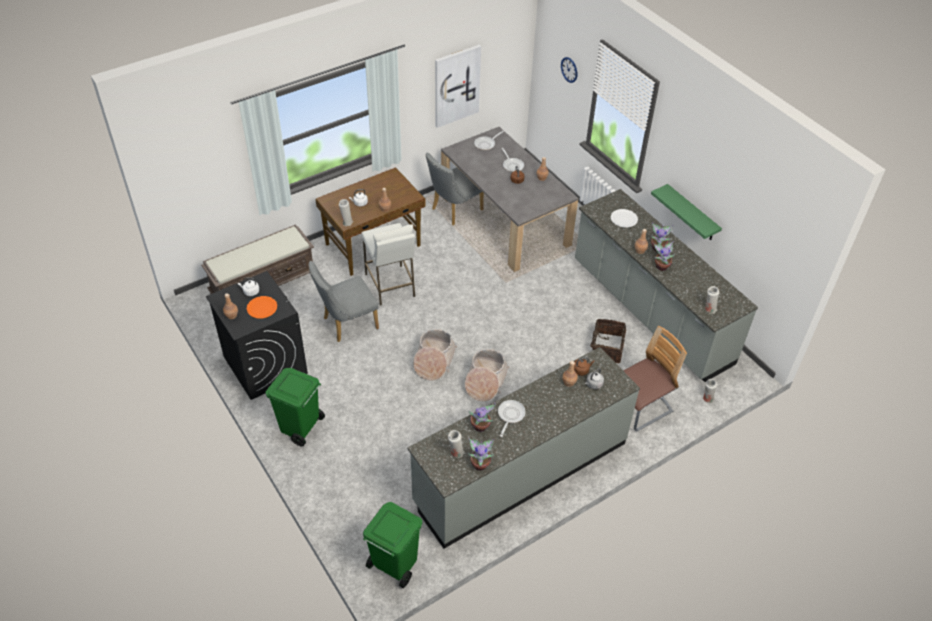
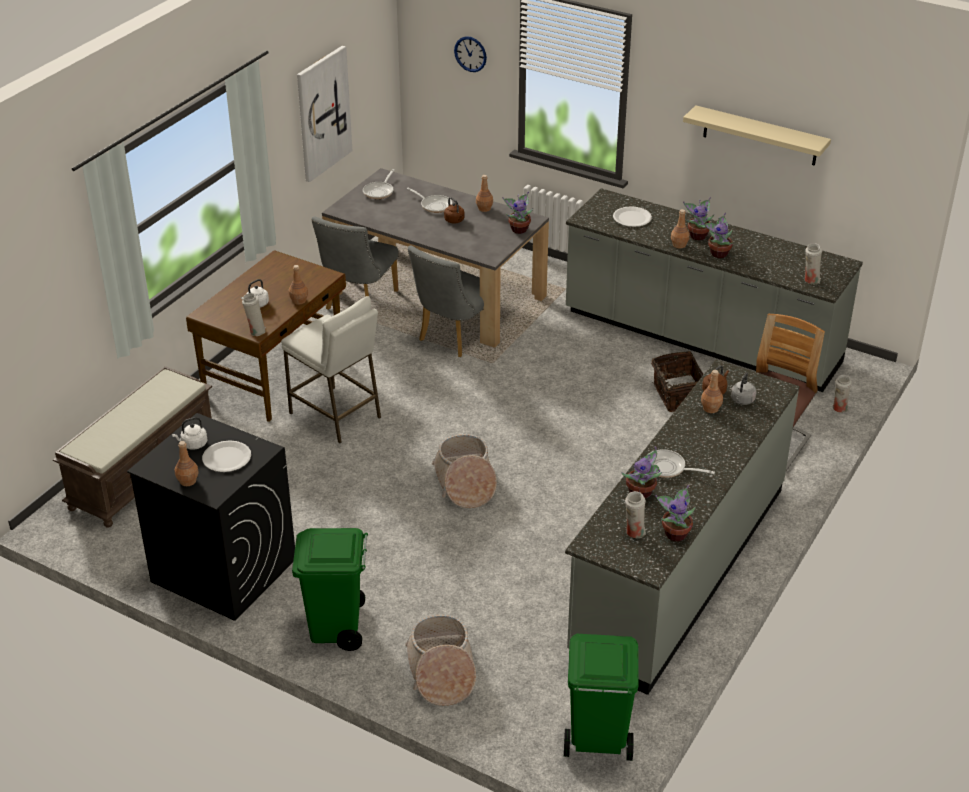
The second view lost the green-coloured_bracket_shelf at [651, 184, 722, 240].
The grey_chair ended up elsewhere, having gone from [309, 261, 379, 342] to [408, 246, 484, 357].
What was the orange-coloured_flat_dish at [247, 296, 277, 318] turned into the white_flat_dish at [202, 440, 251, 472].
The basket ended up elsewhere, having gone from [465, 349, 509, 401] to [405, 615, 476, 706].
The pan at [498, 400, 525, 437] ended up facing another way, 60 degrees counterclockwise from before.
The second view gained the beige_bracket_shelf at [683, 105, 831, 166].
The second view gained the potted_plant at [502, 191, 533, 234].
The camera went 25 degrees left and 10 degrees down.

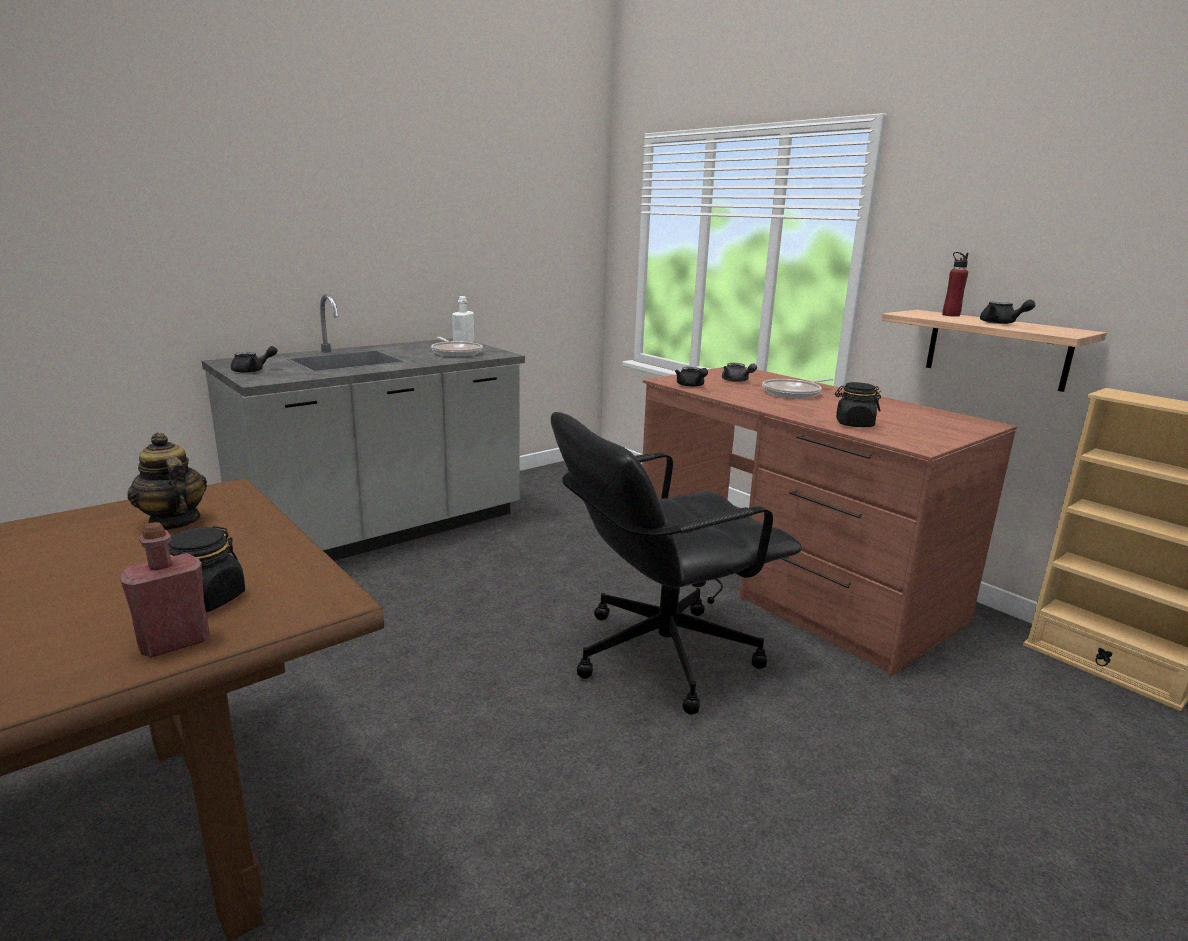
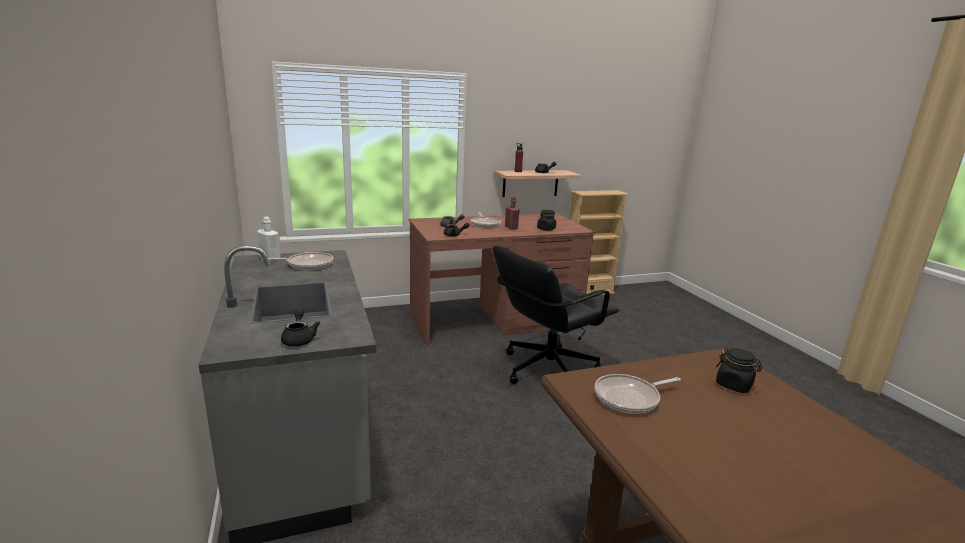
The black-coloured_desk_chair at [551, 412, 802, 715] ended up facing another way, 60 degrees clockwise from before.
Where the tea_pot stood at [127, 432, 207, 531], the pan came to stand at [594, 374, 681, 414].
The red-coloured_bottle ended up elsewhere, having gone from [119, 522, 210, 658] to [505, 197, 519, 230].
The camera went 70 degrees left and 0 degrees up.

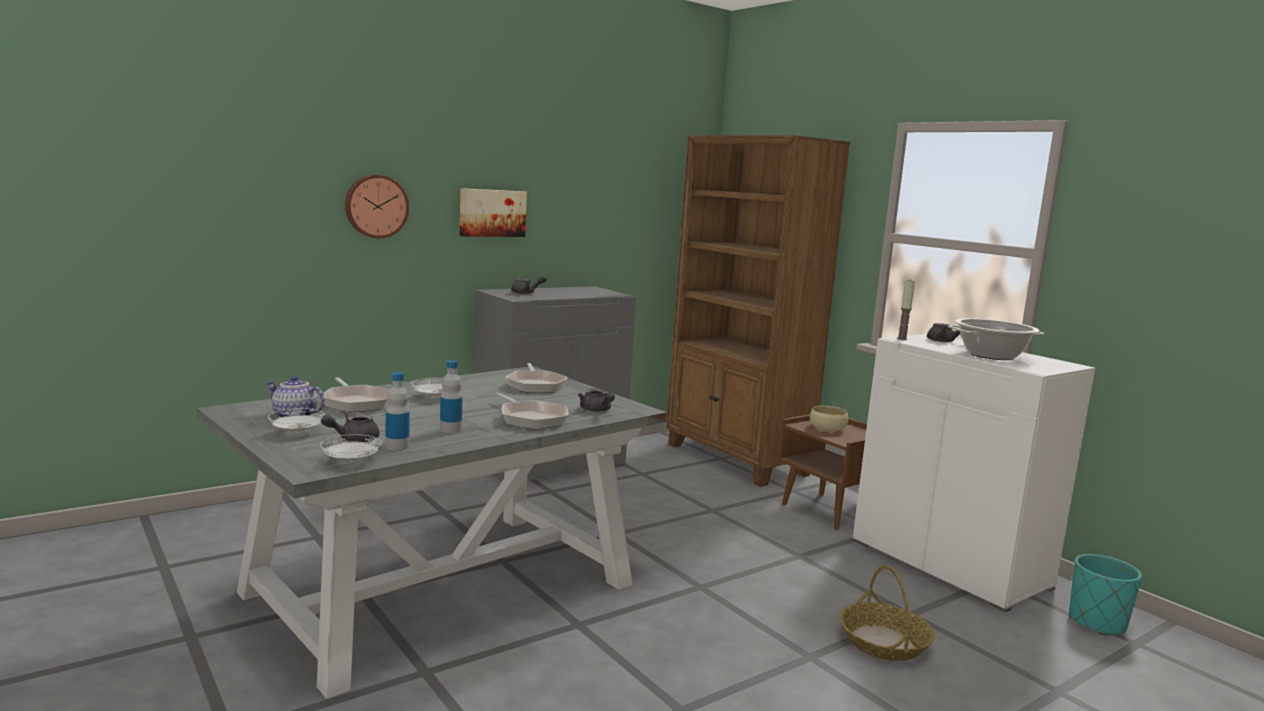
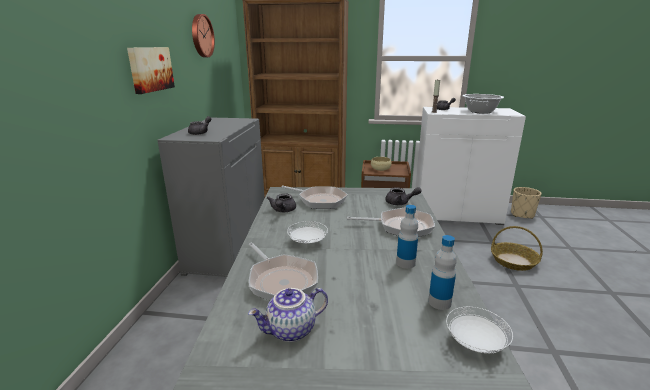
The hanging_clock ended up elsewhere, having gone from [345, 175, 409, 238] to [192, 14, 215, 57].
The pan at [323, 377, 390, 412] ended up facing another way, 45 degrees clockwise from before.
The second view lost the white_flat_dish at [268, 408, 325, 433].
The grey_tea_pot ended up elsewhere, having gone from [321, 411, 380, 443] to [267, 193, 296, 212].
What was the turquoise_flower_pot at [1069, 554, 1142, 635] turned into the beige_flower_pot at [511, 187, 541, 219].
The camera went 45 degrees left and 10 degrees up.

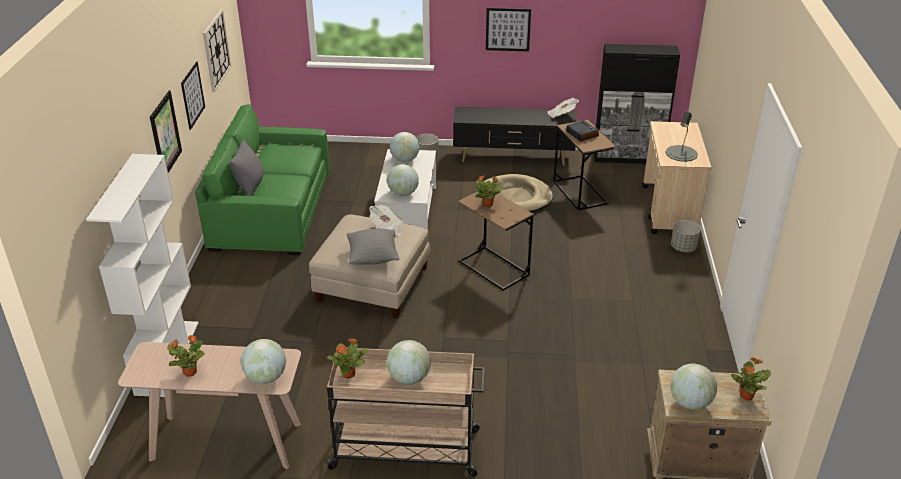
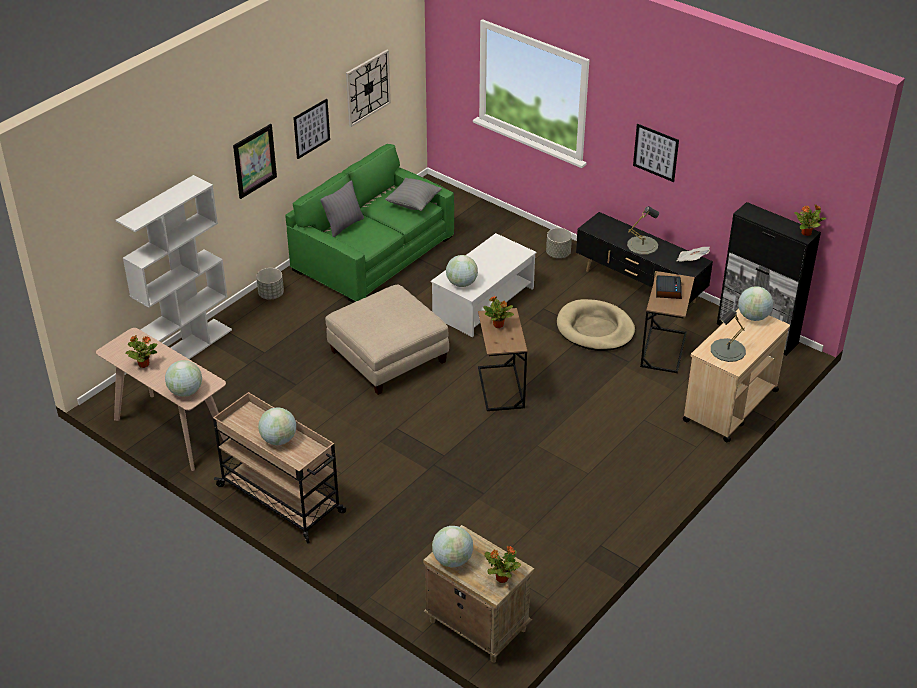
The globe ended up elsewhere, having gone from [390, 132, 420, 162] to [738, 286, 773, 321].
The second view lost the newspaper at [369, 205, 404, 235].
The grey_flower_pot ended up elsewhere, having gone from [671, 220, 701, 252] to [256, 268, 284, 299].
The grey_pillow ended up elsewhere, having gone from [347, 229, 400, 265] to [385, 178, 442, 211].
The potted_plant ended up elsewhere, having gone from [327, 338, 368, 379] to [794, 204, 826, 236].
The second view gained the grey_tabletop_lamp at [627, 206, 659, 255].
The camera went 35 degrees right and 5 degrees up.

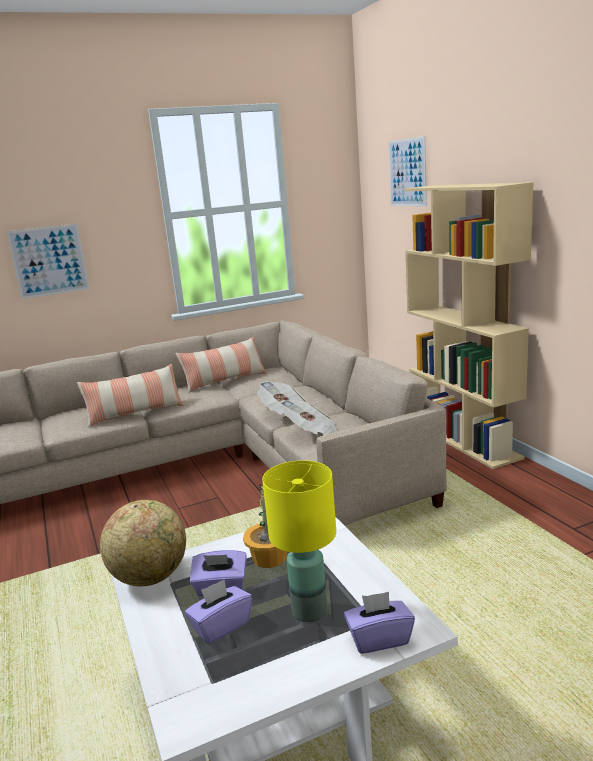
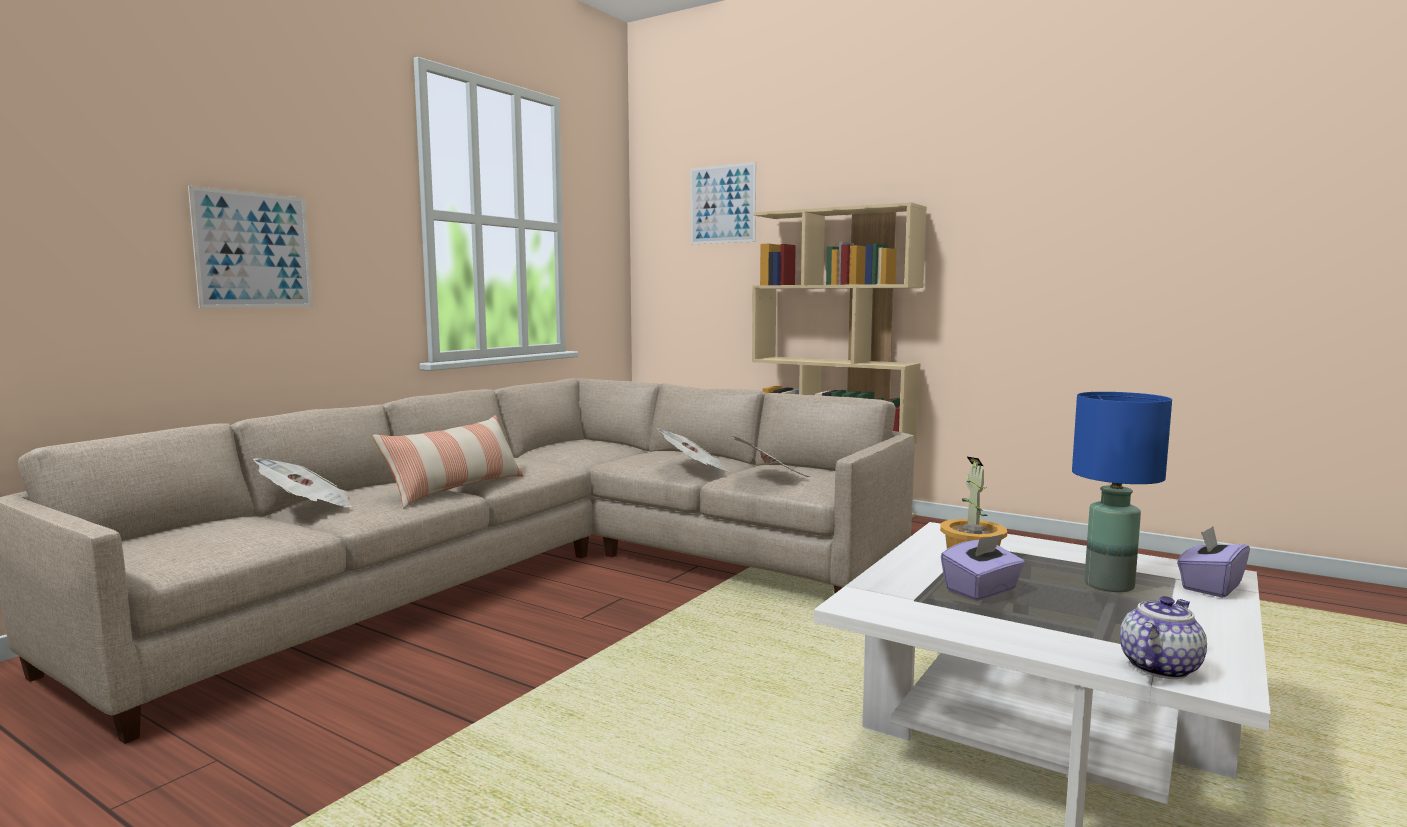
The second view lost the pillow at [175, 337, 267, 393].
What was the yellow-coloured_tabletop_lamp at [262, 460, 336, 622] turned into the blue-coloured_tabletop_lamp at [1072, 392, 1172, 592].
The second view lost the globe at [100, 500, 186, 586].
The second view lost the purple_box_of_tissues at [185, 580, 252, 644].
The second view gained the newspaper at [253, 458, 352, 507].
The second view gained the tea_pot at [1120, 596, 1207, 679].
The camera went 35 degrees left and 10 degrees down.

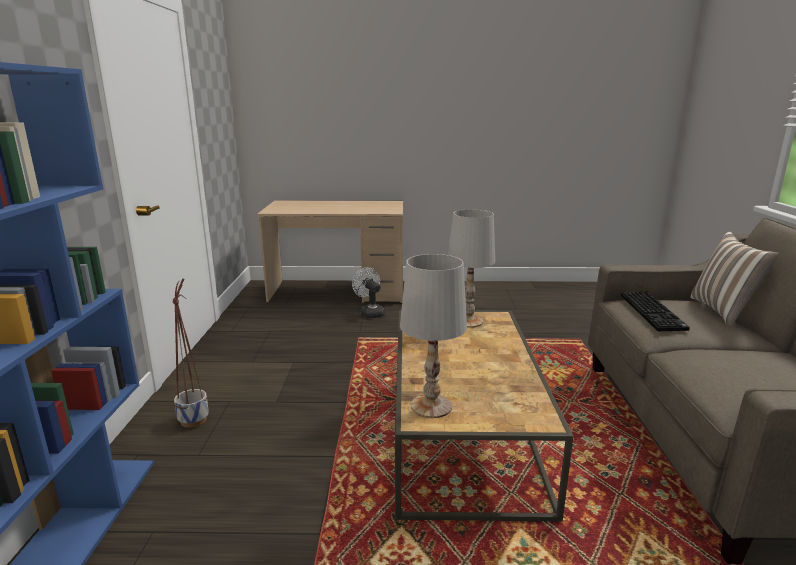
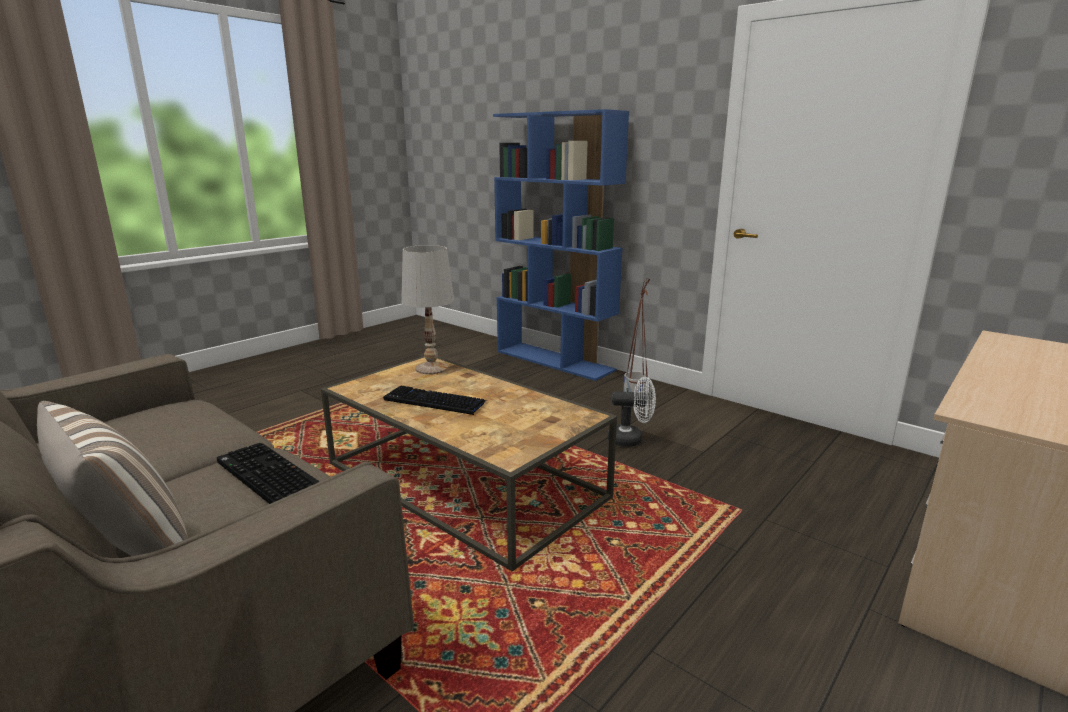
The second view lost the white_tabletop_lamp at [448, 210, 495, 328].
The white_fan ended up elsewhere, having gone from [352, 267, 385, 318] to [608, 377, 656, 447].
The second view gained the keyboard at [383, 385, 487, 415].
The camera went 130 degrees right and 0 degrees up.

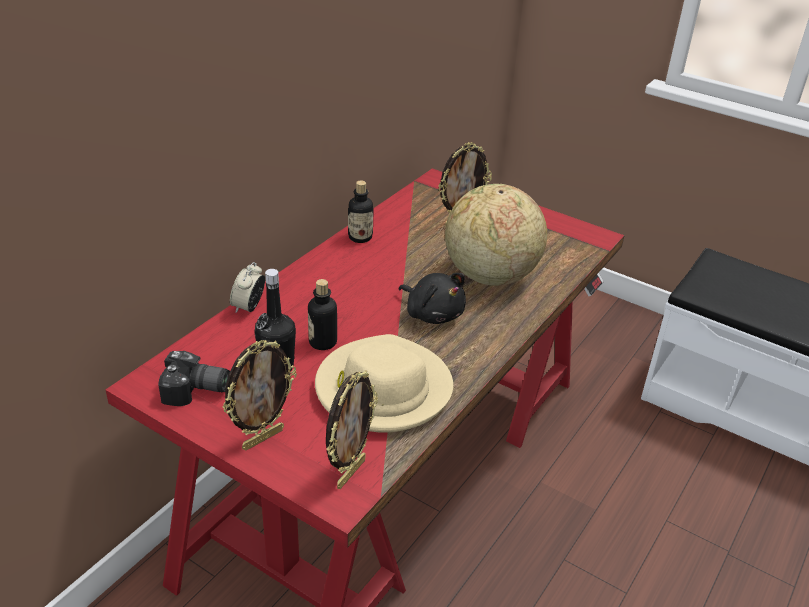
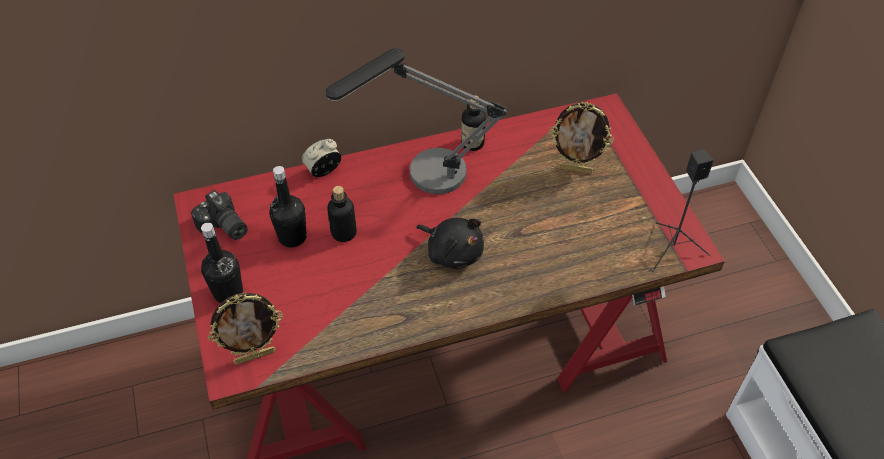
The second view lost the globe at [445, 184, 547, 286].
The black-coloured_cuddly_toy at [399, 273, 466, 324] ended up facing another way, 45 degrees counterclockwise from before.
The second view lost the beige_clothing_hat at [315, 334, 453, 433].
Where the photo_frame stood at [223, 340, 297, 450], the black-coloured_bottle came to stand at [201, 223, 243, 303].
The second view gained the tabletop_lamp at [325, 48, 507, 194].
The second view gained the black-coloured_audio_speaker at [652, 149, 714, 272].
The camera went 40 degrees right and 15 degrees up.

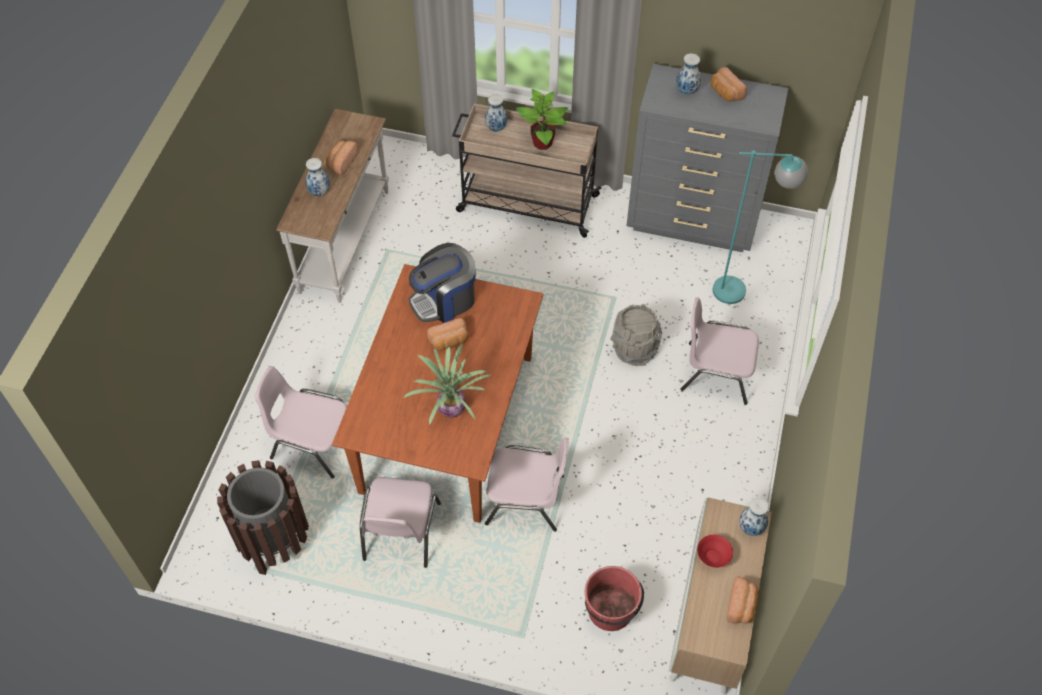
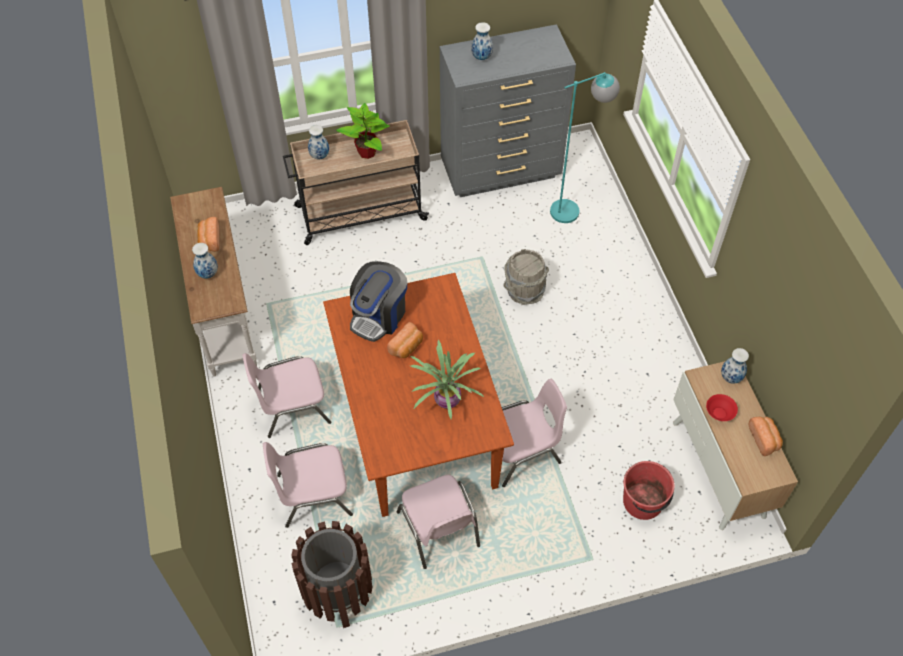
The second view lost the baked_bread at [711, 67, 747, 102].
The pink_chair ended up elsewhere, having gone from [680, 298, 759, 405] to [242, 353, 331, 438].
The camera went 30 degrees left and 0 degrees up.

